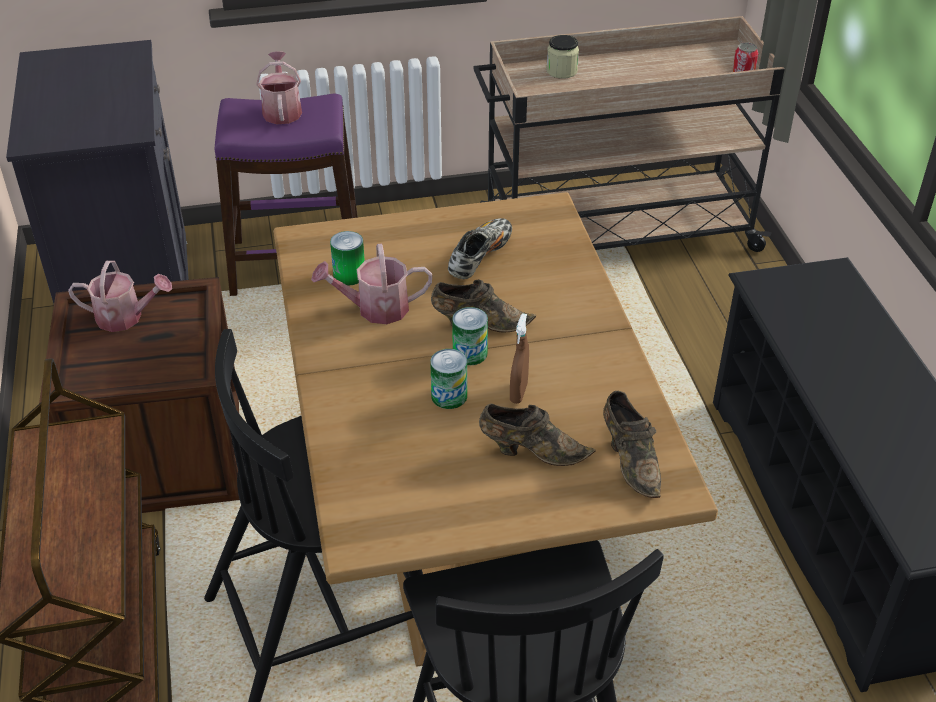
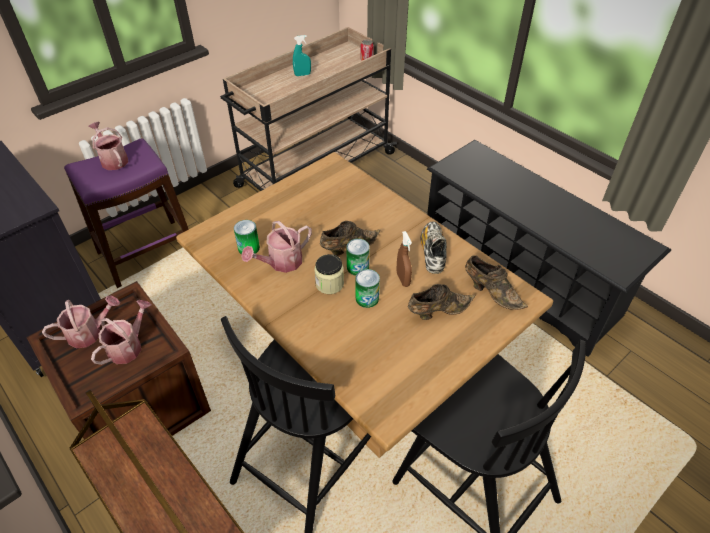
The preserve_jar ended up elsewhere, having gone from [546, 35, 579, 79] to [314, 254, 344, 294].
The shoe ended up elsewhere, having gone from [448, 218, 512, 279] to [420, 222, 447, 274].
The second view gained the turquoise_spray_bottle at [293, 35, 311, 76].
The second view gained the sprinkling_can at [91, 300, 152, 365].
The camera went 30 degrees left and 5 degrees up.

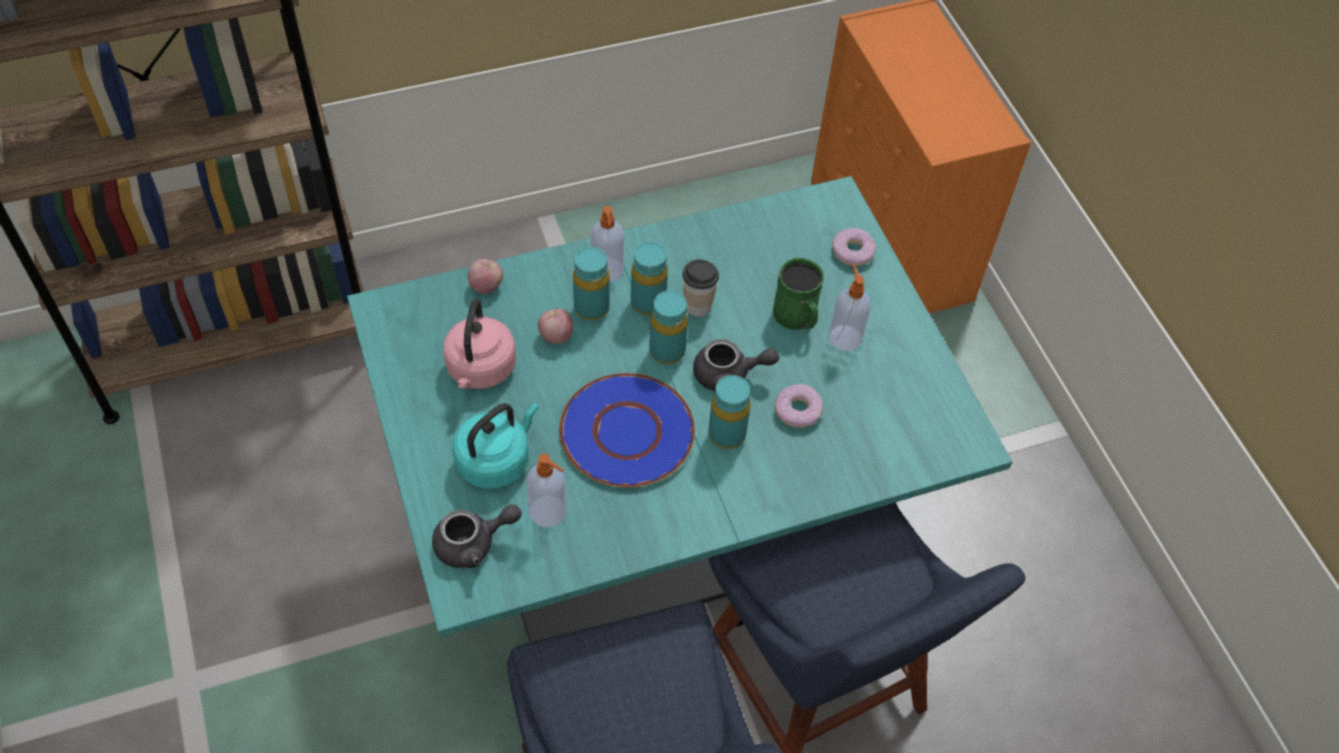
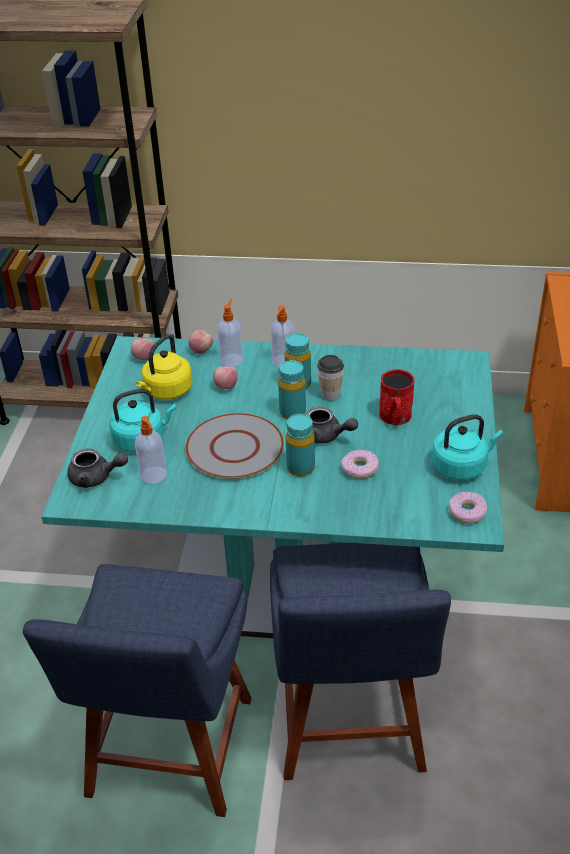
The doughnut ended up elsewhere, having gone from [832, 228, 876, 266] to [449, 492, 487, 524].
The second view lost the turquoise_bottle at [573, 247, 610, 320].
What was the green-coloured_tea_mug at [773, 258, 824, 330] turned into the red-coloured_tea_mug at [380, 369, 415, 425].
The liquid_soap_bottle ended up elsewhere, having gone from [829, 264, 871, 351] to [217, 299, 243, 367].
What was the pink_tea_kettle at [443, 299, 516, 389] turned into the yellow-coloured_tea_kettle at [136, 335, 192, 400].
What was the blue-coloured_flat_dish at [559, 373, 695, 488] turned into the grey_flat_dish at [185, 413, 284, 479].
The second view gained the apple at [131, 338, 154, 360].
The second view gained the turquoise_tea_kettle at [432, 414, 503, 480].
The camera went 30 degrees right and 15 degrees down.

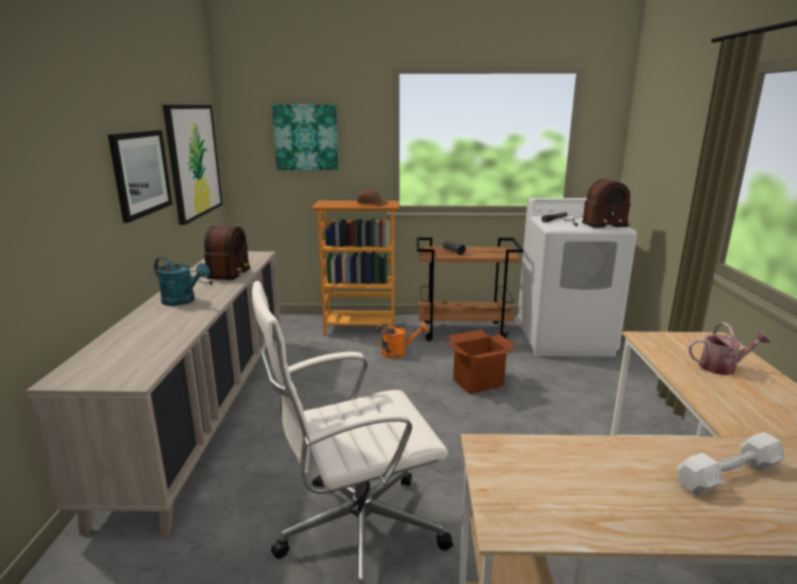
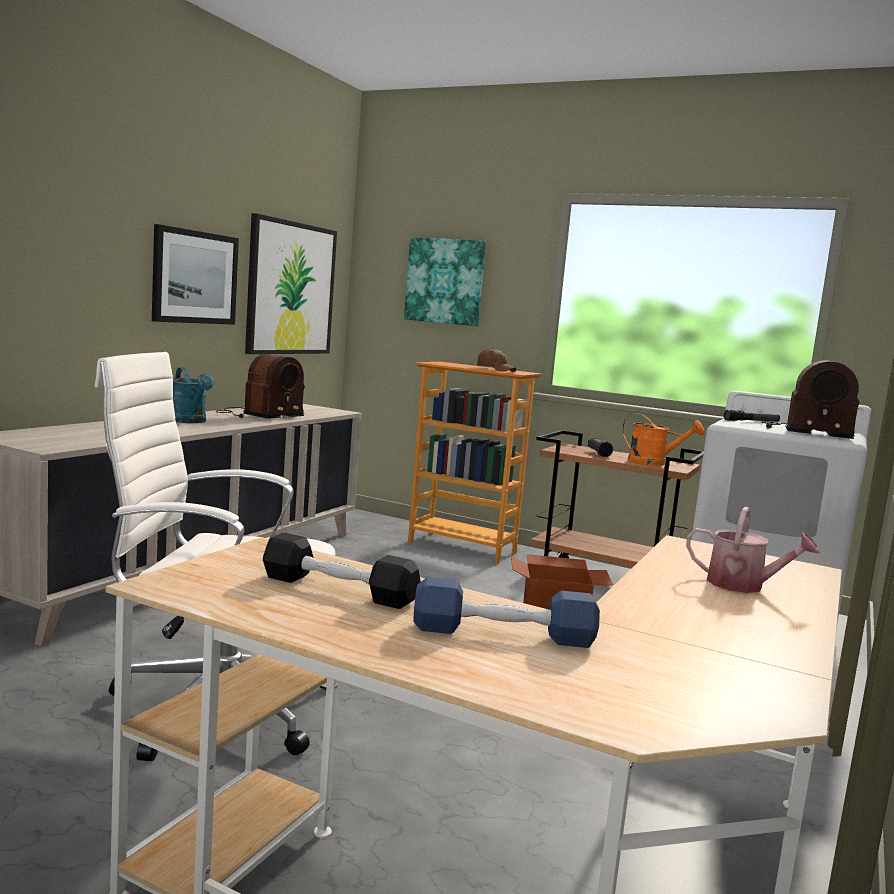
The orange-coloured_sprinkling_can ended up elsewhere, having gone from [375, 322, 428, 358] to [622, 413, 704, 466].
What was the white_hand_weight at [678, 432, 785, 496] turned into the blue-coloured_hand_weight at [413, 577, 600, 648].
The second view gained the black-coloured_hand_weight at [263, 533, 421, 609].
The camera went 25 degrees right and 10 degrees down.

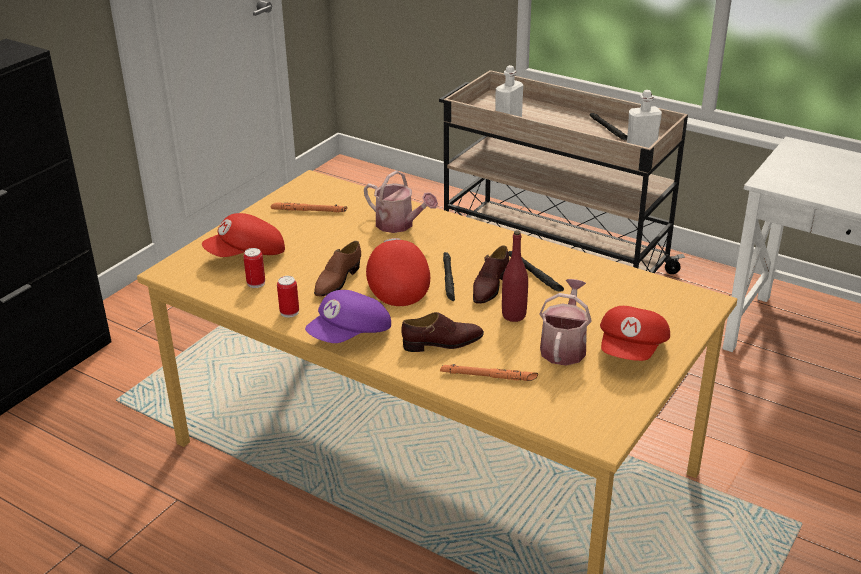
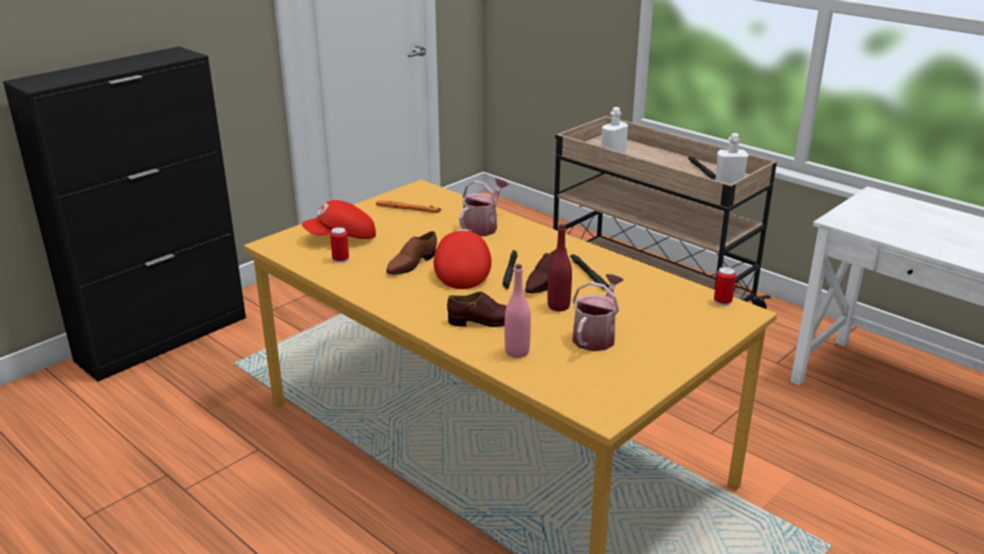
The sprinkling_can at [364, 171, 438, 233] ended up facing another way, 105 degrees counterclockwise from before.
The sealed_can ended up elsewhere, having gone from [277, 276, 299, 318] to [714, 267, 736, 306].
The second view lost the purple_peaked_cap at [305, 290, 391, 343].
The second view lost the red-coloured_peaked_cap at [600, 306, 670, 361].
Where the orange-coloured_hand_torch stood at [440, 364, 538, 381], the pink_bottle came to stand at [505, 264, 531, 358].
The camera went 10 degrees right and 5 degrees down.

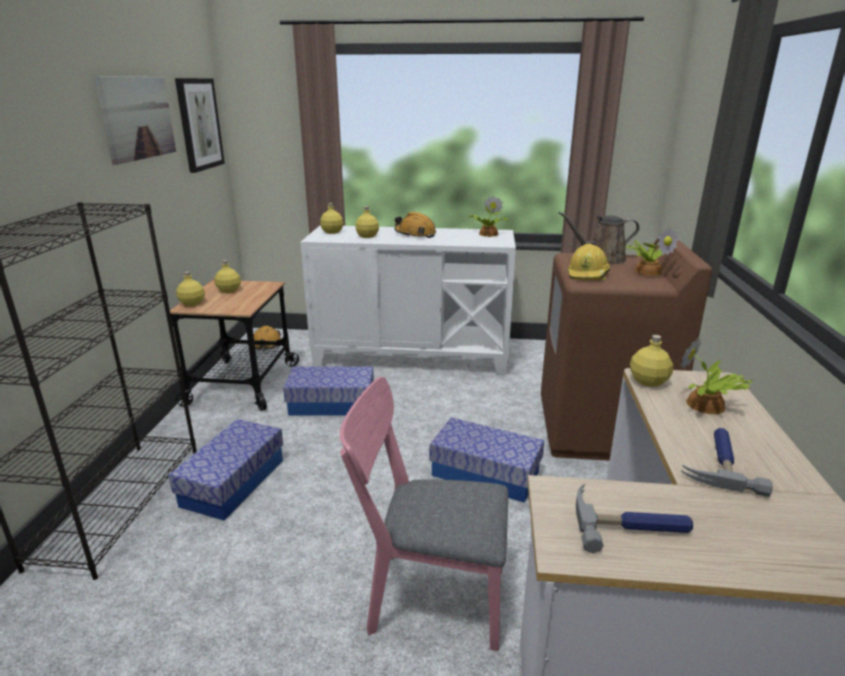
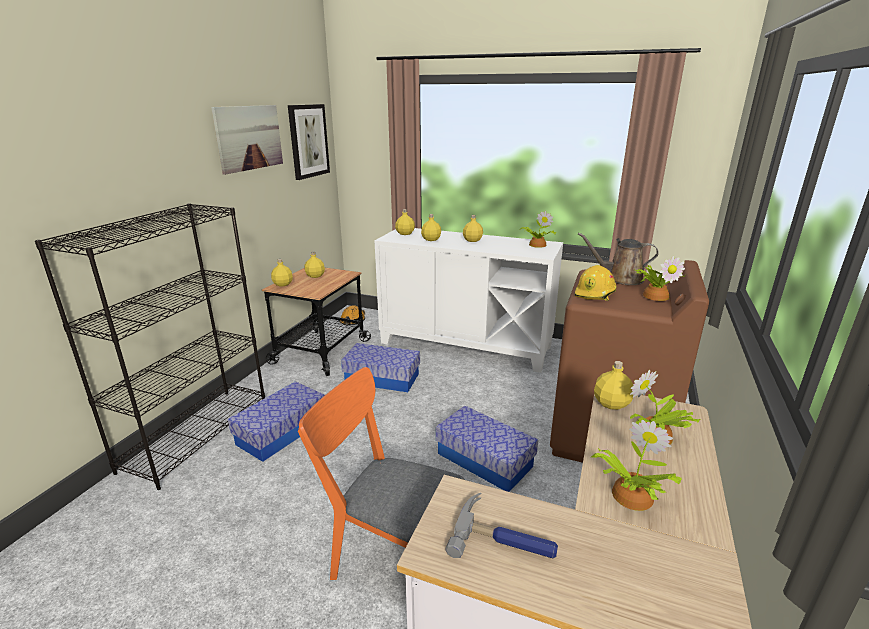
Where the orange-coloured_hard_hat stood at [394, 212, 436, 238], the yellow-coloured_bottle came to stand at [463, 215, 483, 242].
What was the pink_chair at [340, 377, 508, 651] turned into the orange-coloured_chair at [298, 367, 465, 580].
Where the tool_hammer stood at [681, 428, 773, 497], the potted_plant came to stand at [591, 420, 682, 511].
The camera went 15 degrees right and 0 degrees up.

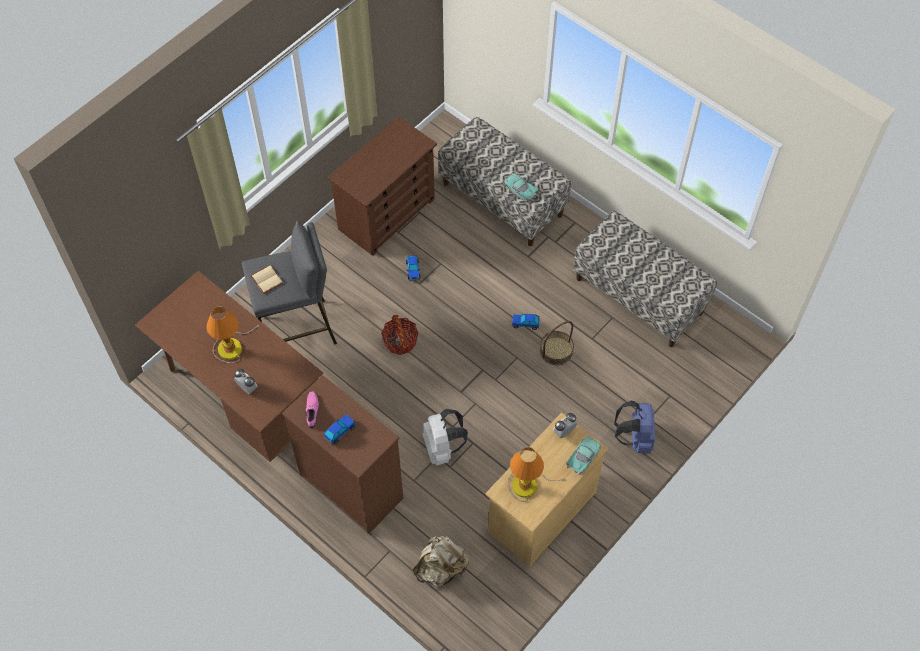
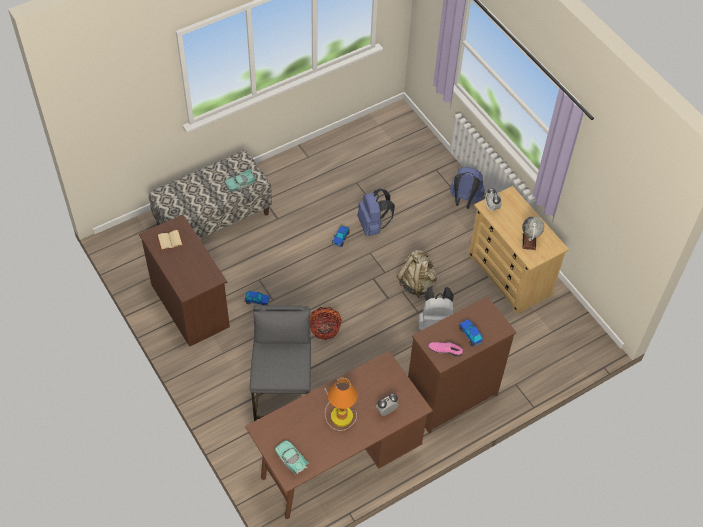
The second view lost the long_seat at [573, 211, 717, 347].
The beige_volume ended up elsewhere, having gone from [251, 265, 283, 294] to [157, 230, 184, 251].
Where the basket stood at [540, 321, 574, 365], the blue-coloured_backpack came to stand at [357, 189, 395, 236].
The turquoise_toy_car ended up elsewhere, having gone from [566, 437, 601, 475] to [275, 440, 309, 475].
Where the tabletop_lamp stood at [508, 447, 566, 502], the globe came to stand at [522, 216, 544, 250].
The beige_backpack ended up elsewhere, having gone from [413, 536, 469, 587] to [397, 250, 437, 298].
The camera went 75 degrees left and 5 degrees down.

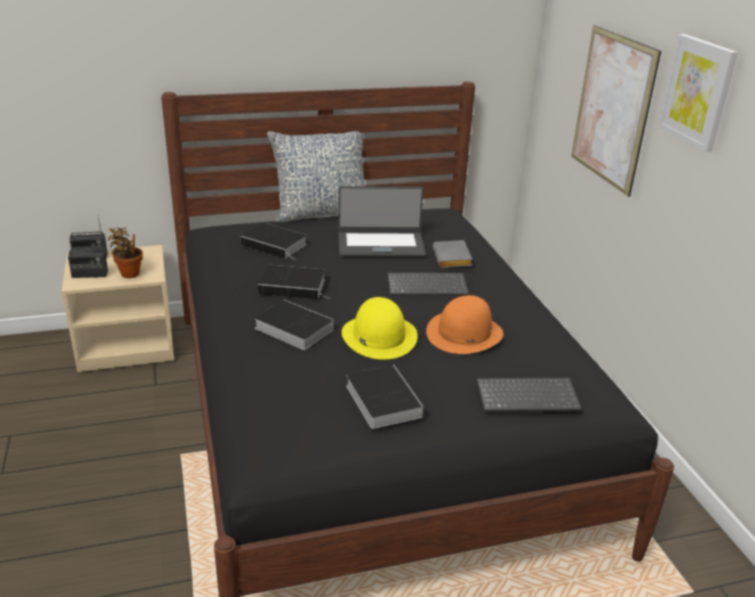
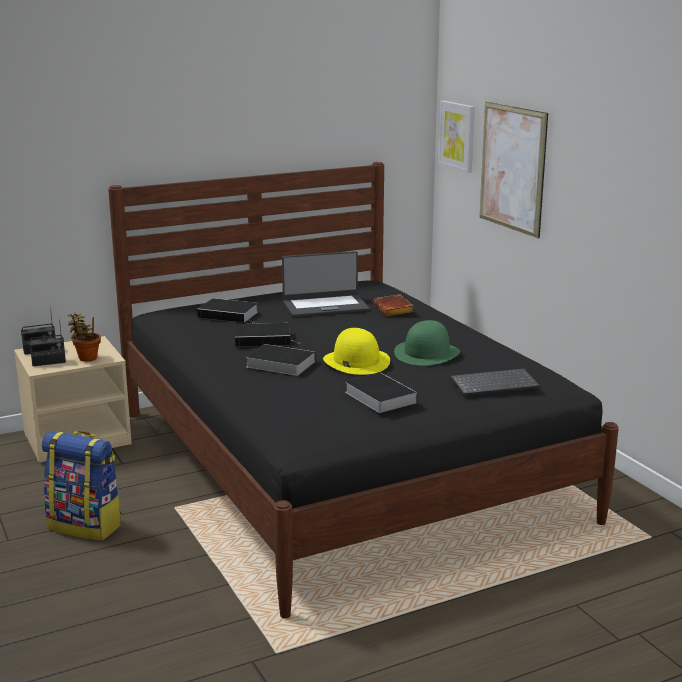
The picture ended up elsewhere, having gone from [658, 34, 738, 152] to [438, 101, 475, 173].
The second view lost the pillow at [267, 131, 365, 223].
What was the grey_volume at [432, 240, 472, 268] turned into the brownish_volume at [373, 295, 413, 316].
The second view lost the keyboard at [387, 273, 468, 296].
What was the orange-coloured_clothing_hat at [426, 295, 503, 354] turned into the green-coloured_clothing_hat at [394, 320, 460, 366].
The second view gained the backpack at [42, 431, 122, 541].
The camera went 10 degrees left and 10 degrees down.

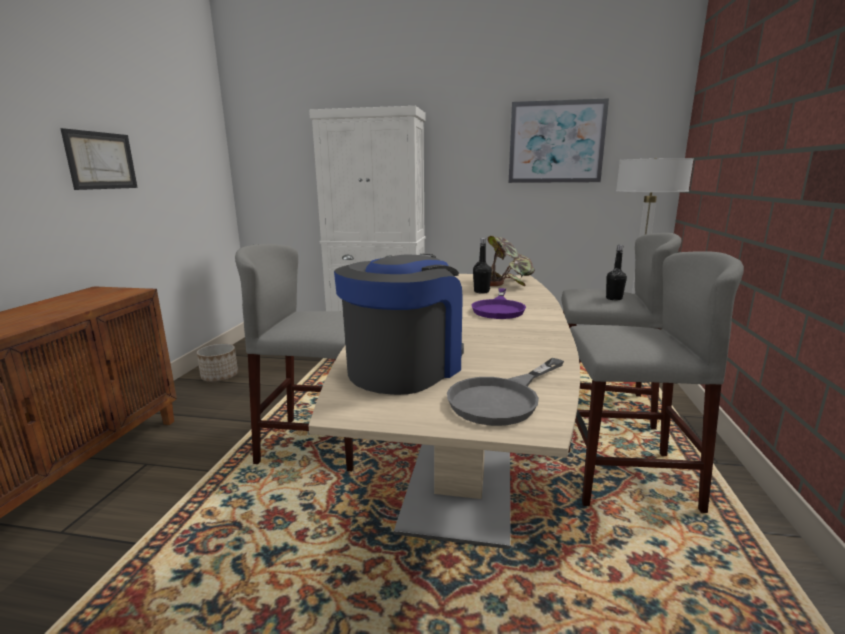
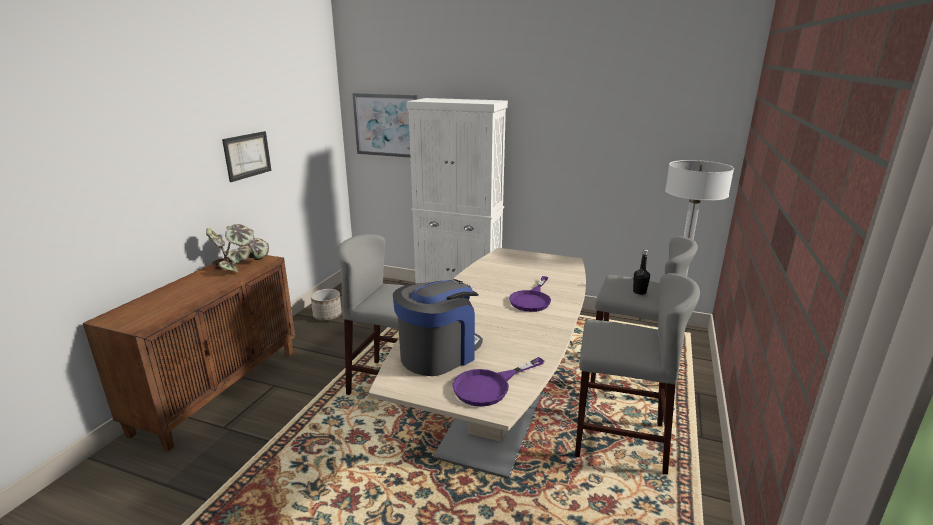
The picture ended up elsewhere, having gone from [509, 98, 609, 183] to [352, 93, 418, 158].
The potted_plant ended up elsewhere, having gone from [488, 236, 535, 286] to [206, 224, 269, 272].
The second view lost the black-coloured_bottle at [473, 238, 492, 294].
What was the grey_pan at [447, 358, 564, 426] turned into the purple_pan at [452, 357, 544, 406].
The camera went 10 degrees right and 5 degrees up.

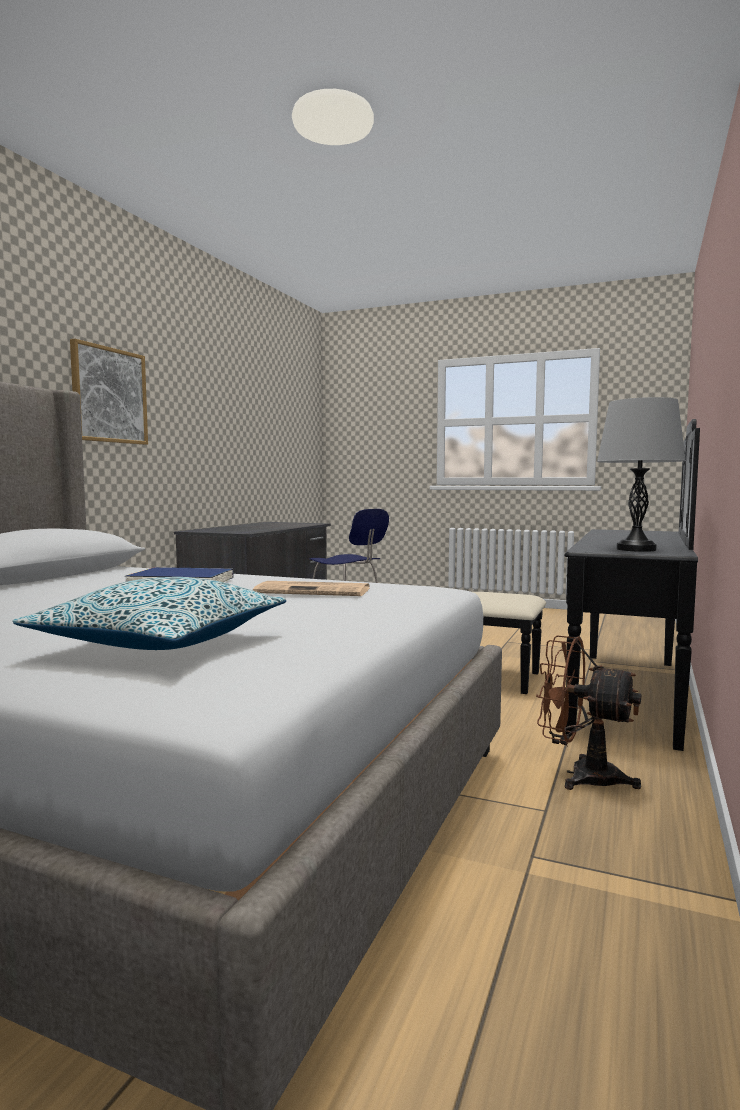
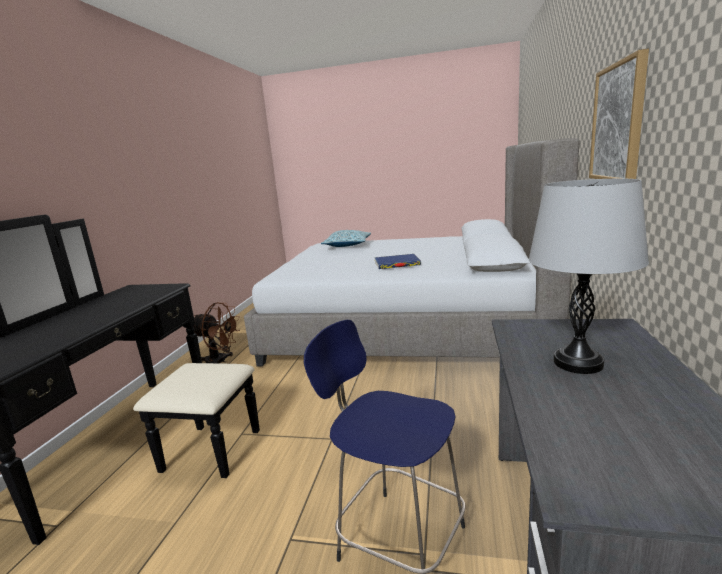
The grey_tabletop_lamp ended up elsewhere, having gone from [597, 397, 686, 552] to [529, 179, 649, 374].
The second view lost the newspaper at [253, 581, 369, 596].
The camera went 170 degrees right and 10 degrees up.

